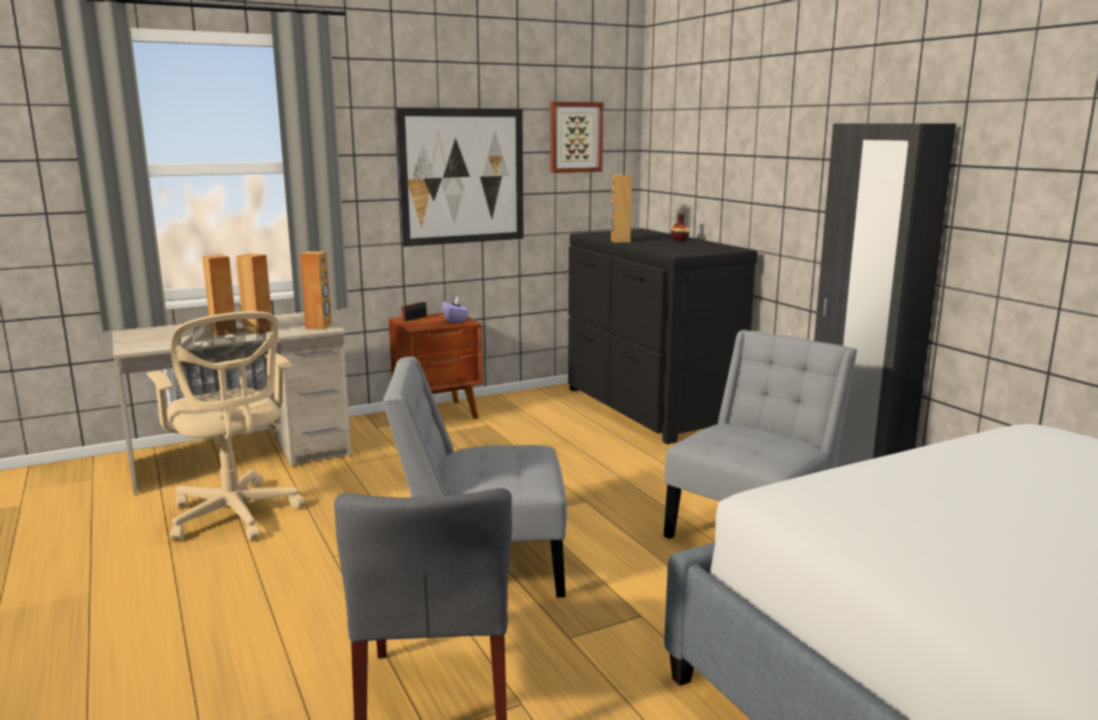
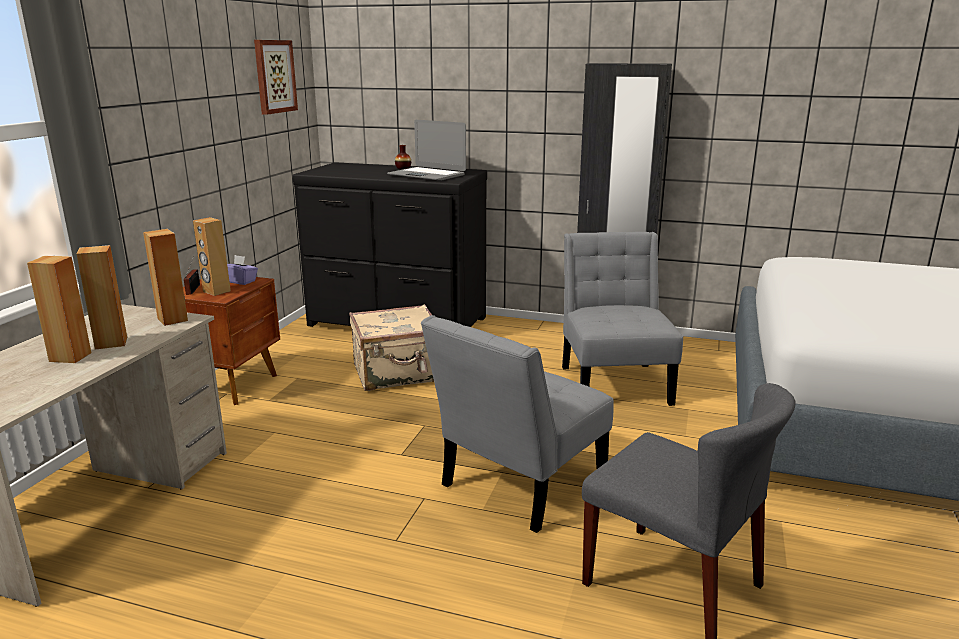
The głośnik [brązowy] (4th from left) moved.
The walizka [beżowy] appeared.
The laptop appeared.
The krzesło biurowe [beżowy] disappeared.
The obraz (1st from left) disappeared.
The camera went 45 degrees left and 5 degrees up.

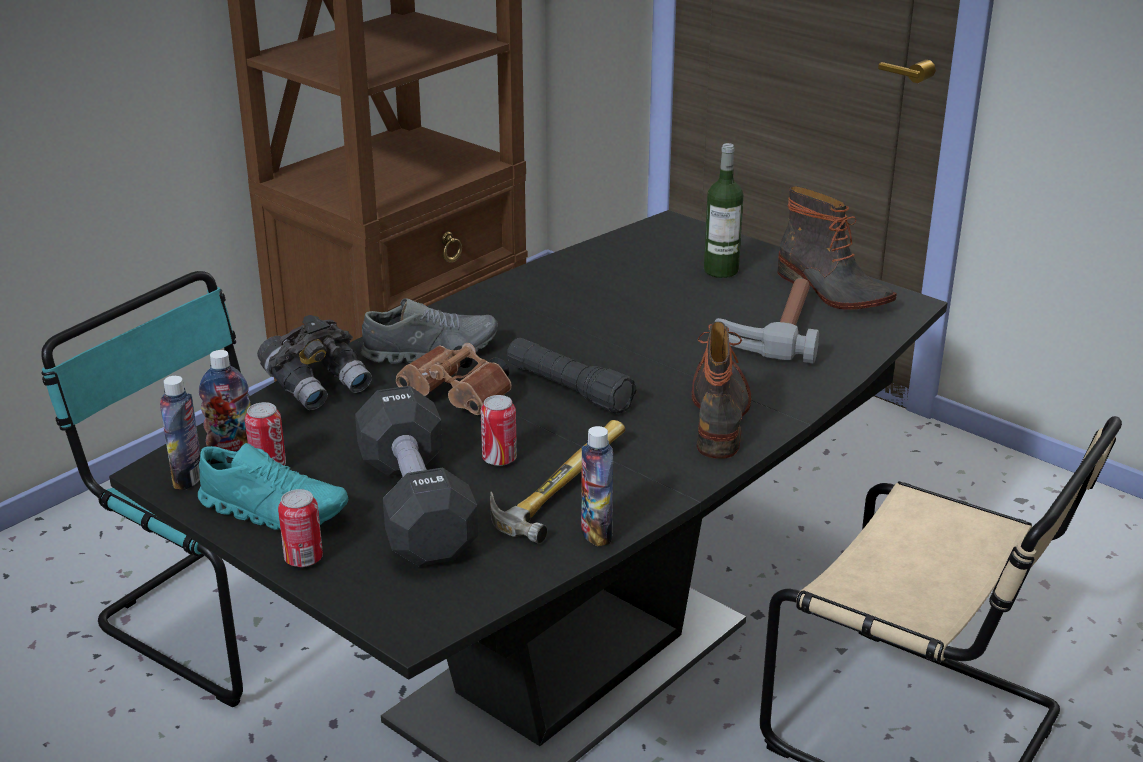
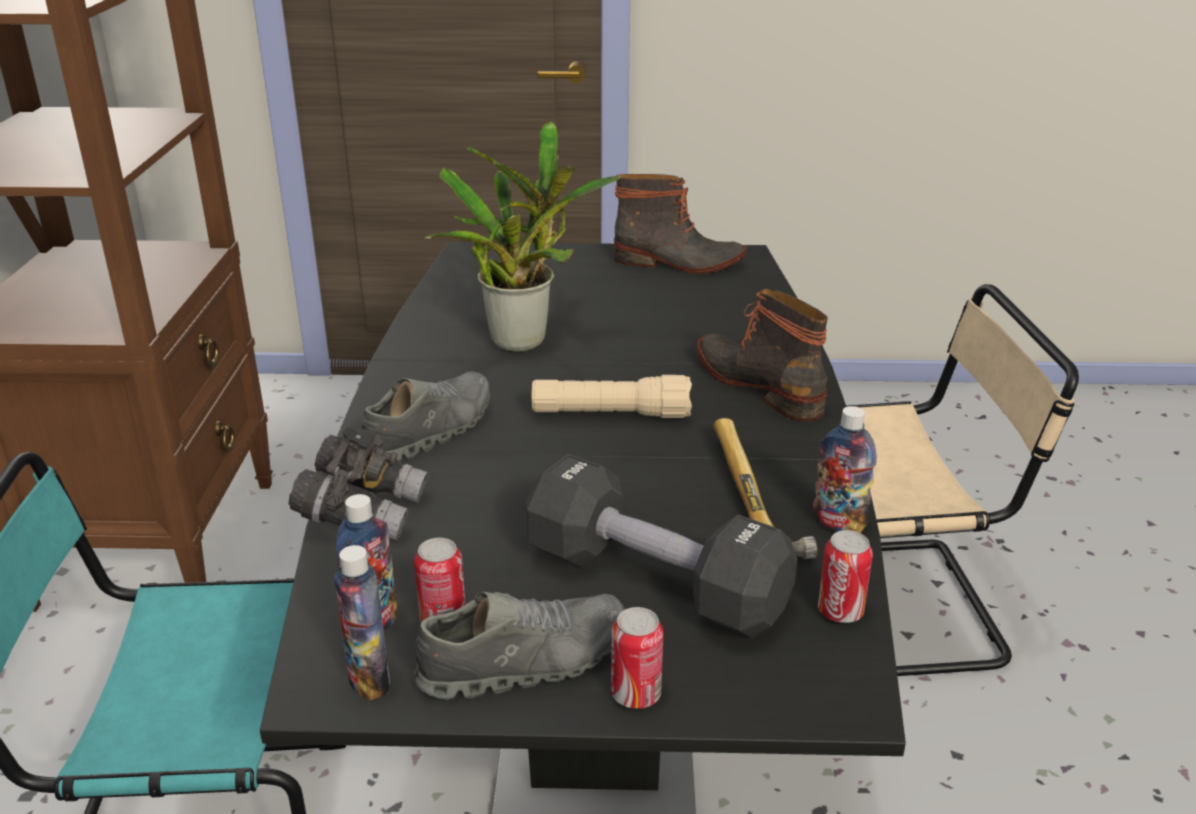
The but [turkusowy] became the but [szary] (2nd from left).
The roślina doniczkowa appeared.
The latarka [czarny] became the latarka [beżowy].
The puszka (3rd from left) moved.
The lornetka [brązowy] disappeared.
The butelka (4th from left) disappeared.
The młotek (2nd from left) disappeared.
The camera went 40 degrees left and 0 degrees up.

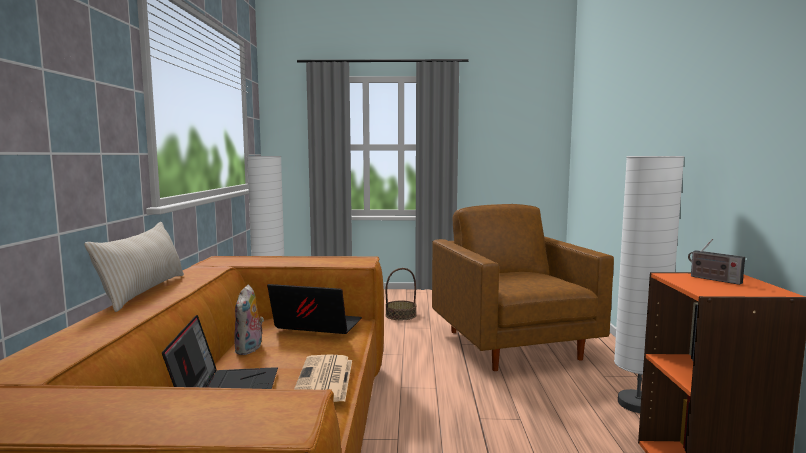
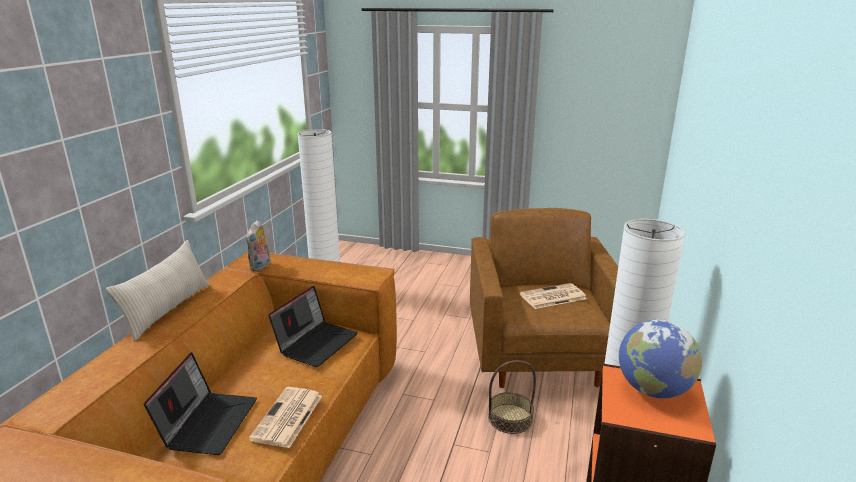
The pluszak moved.
The laptop (2nd from left) turned 90 degrees clockwise.
The koszyk moved.
The gazeta (2nd from left) appeared.
The radio was replaced by the globus.
The camera went 15 degrees right and 15 degrees up.

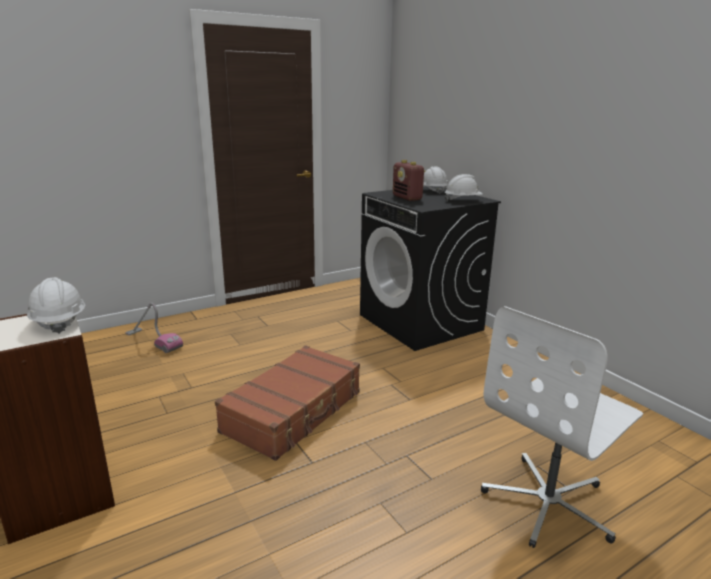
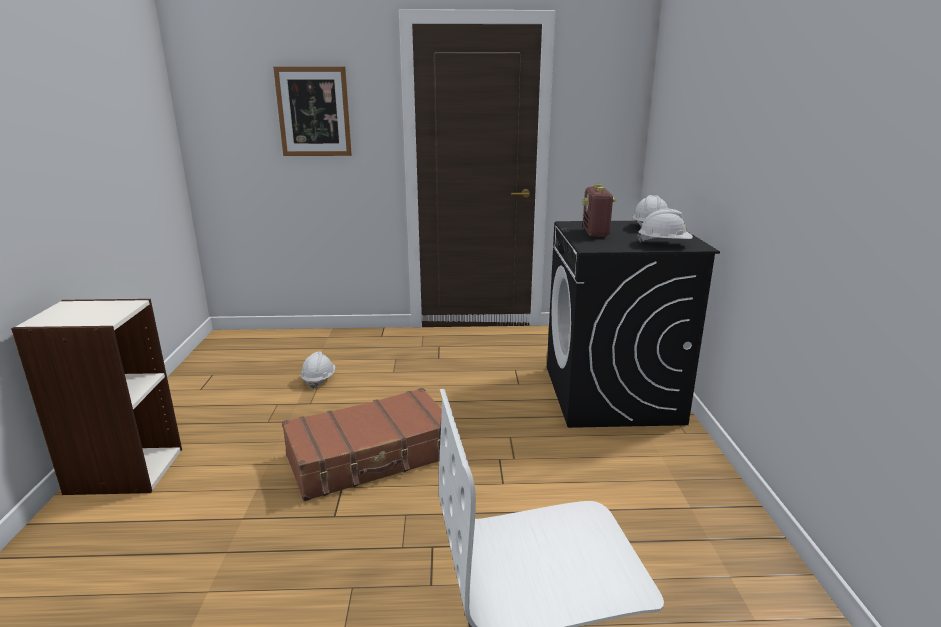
The obraz appeared.
The kask [biały] (1st from left) moved.
The odkurzacz disappeared.
The camera went 30 degrees right and 0 degrees up.

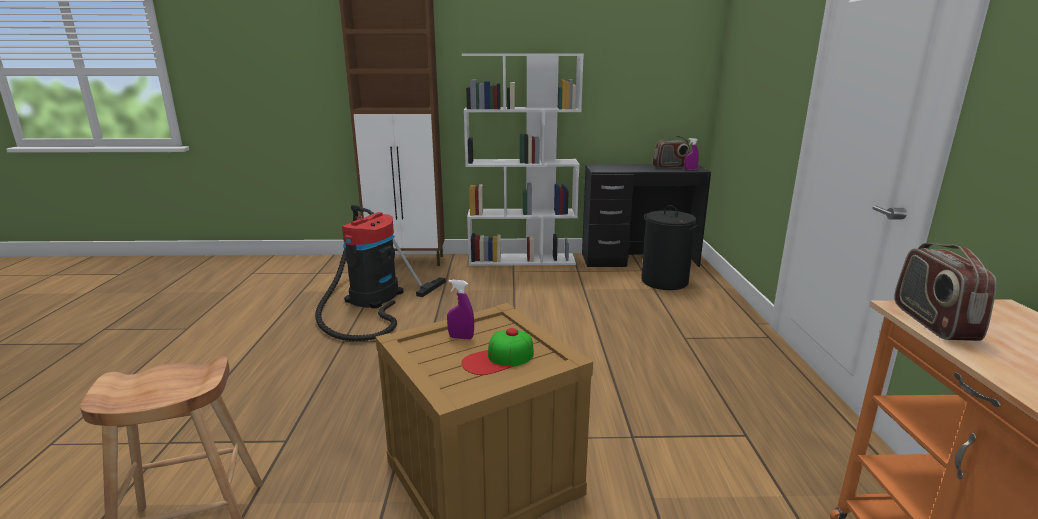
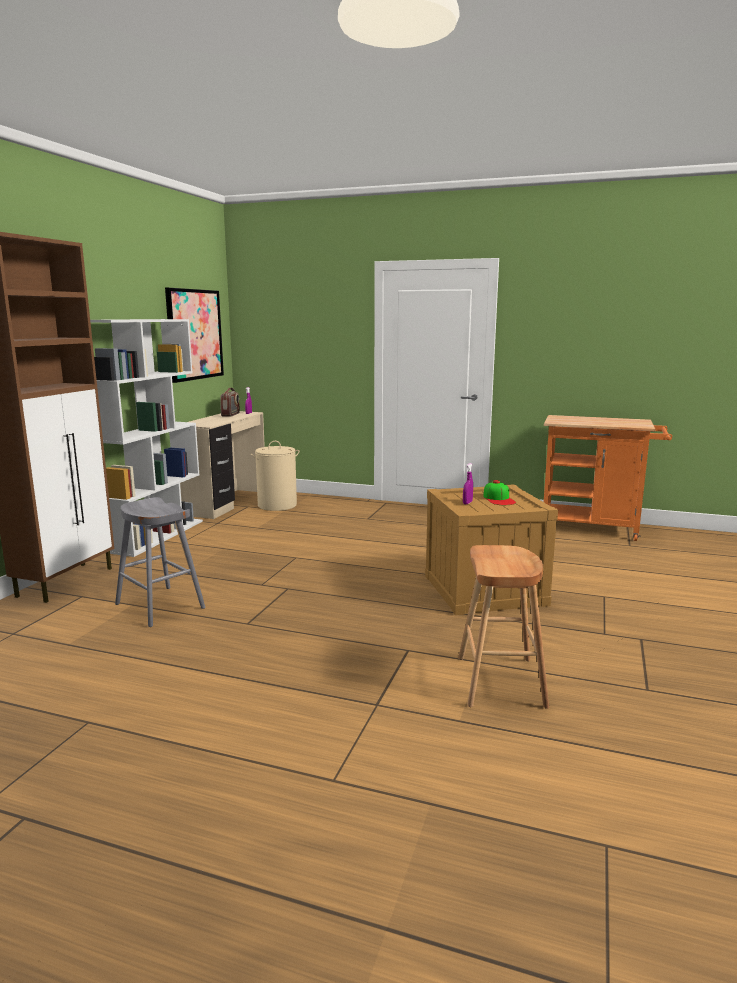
The odkurzacz was replaced by the stołek [szary].
The obraz appeared.
The biurko [czarny] became the biurko [beżowy].
The kosz na pranie [czarny] became the kosz na pranie [beżowy].
The radio (2nd from left) disappeared.
The camera went 70 degrees left and 5 degrees down.

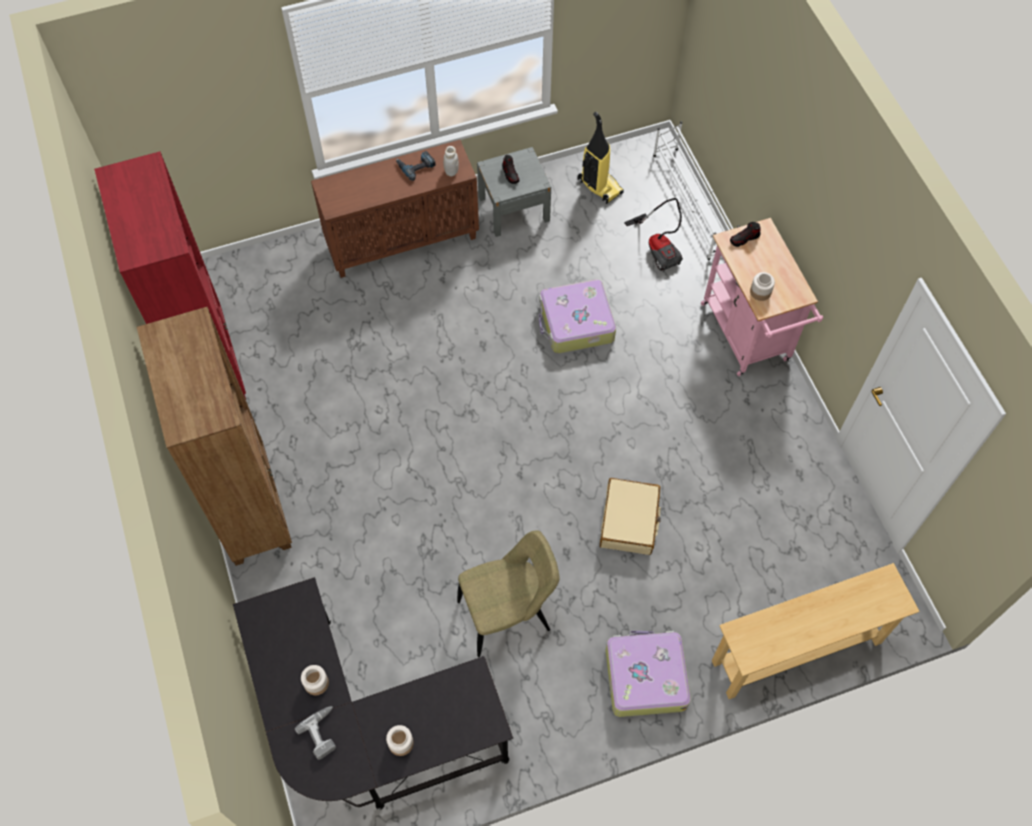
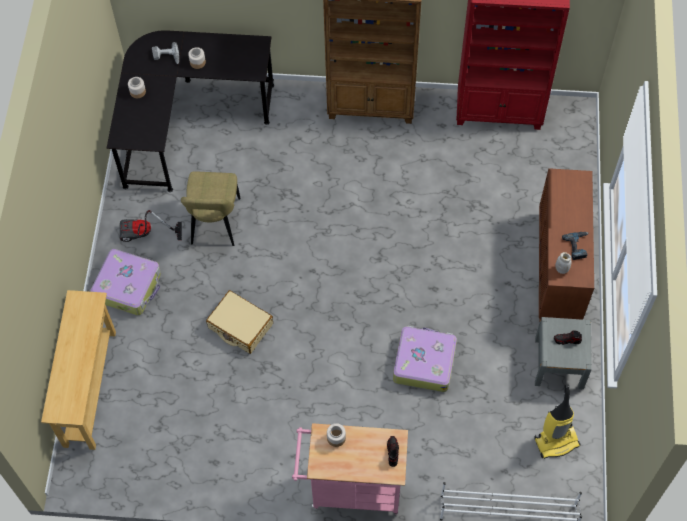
The odkurzacz (2nd from left in the first image) moved.
The camera went 115 degrees right and 0 degrees up.

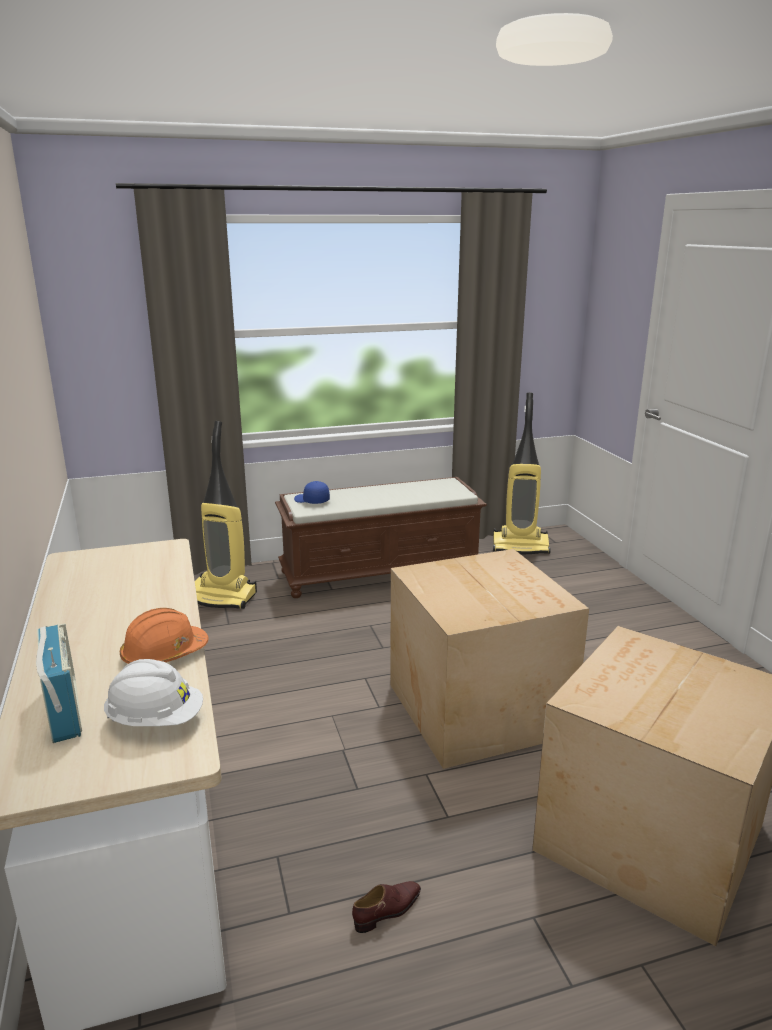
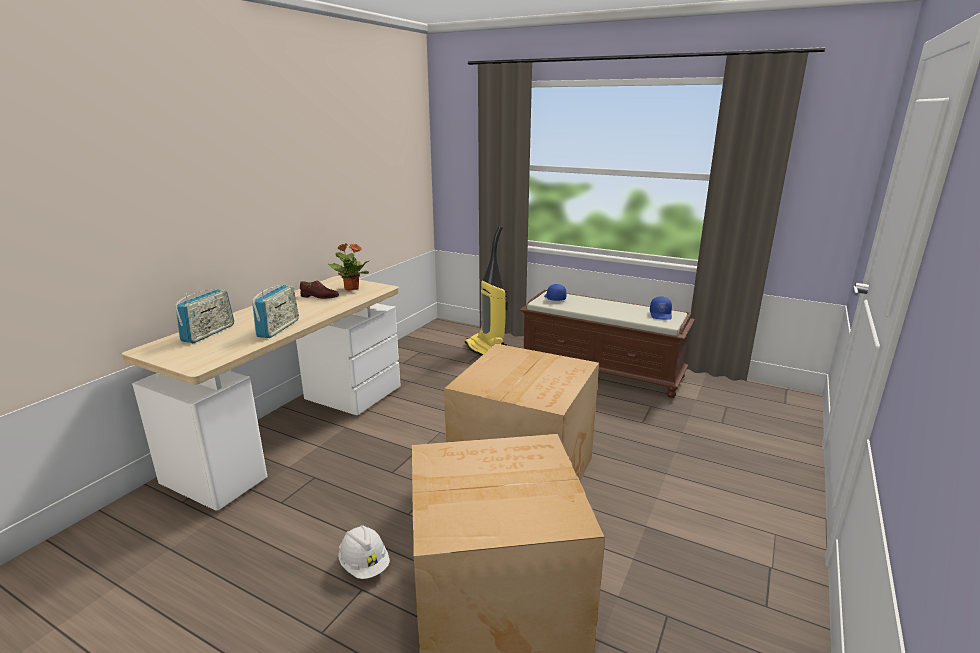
The kask [pomarańczowy] was replaced by the radio (2nd from left).
The but [brązowy] moved.
The roślina doniczkowa appeared.
The kask [biały] moved.
The czapka z daszkiem [niebieski] (2nd from left) appeared.
The odkurzacz (2nd from left) disappeared.
The camera went 45 degrees right and 0 degrees up.

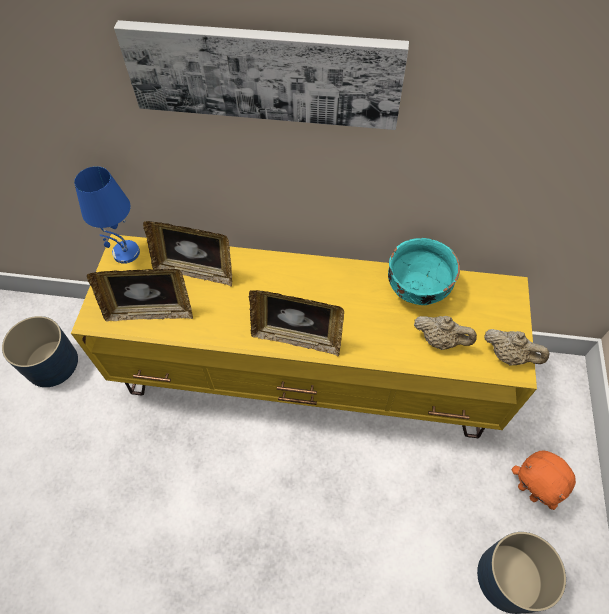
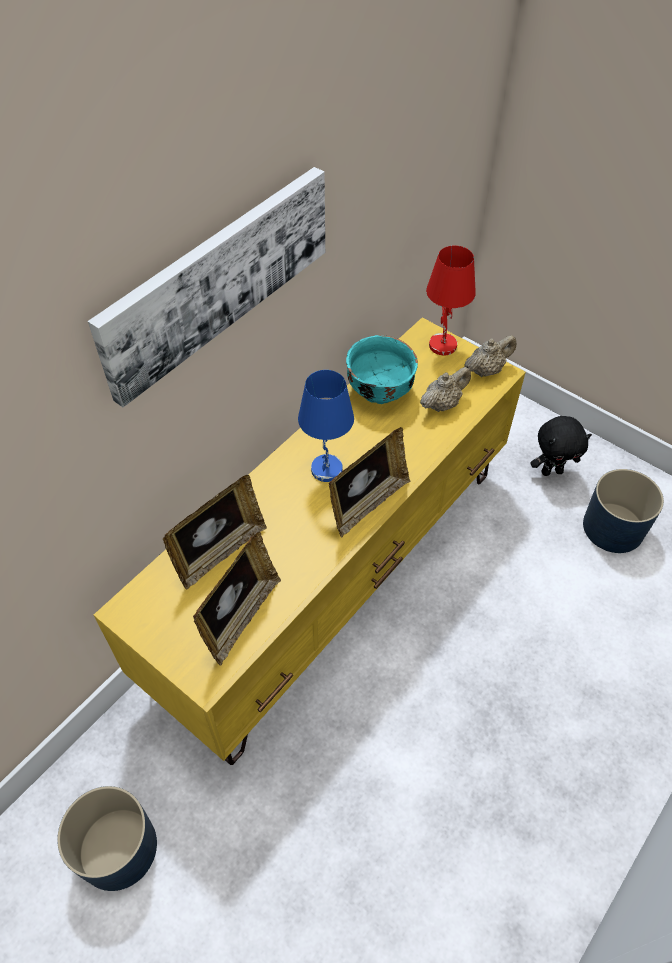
The lampa stołowa [niebieski] moved.
The lampa stołowa [czerwony] appeared.
The pluszak [pomarańczowy] became the pluszak [czarny].
The camera went 60 degrees left and 5 degrees down.

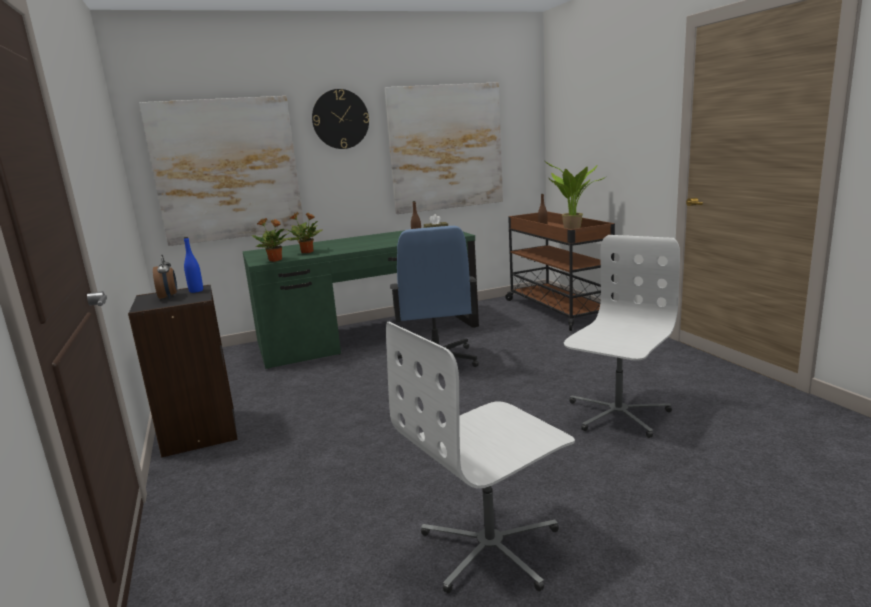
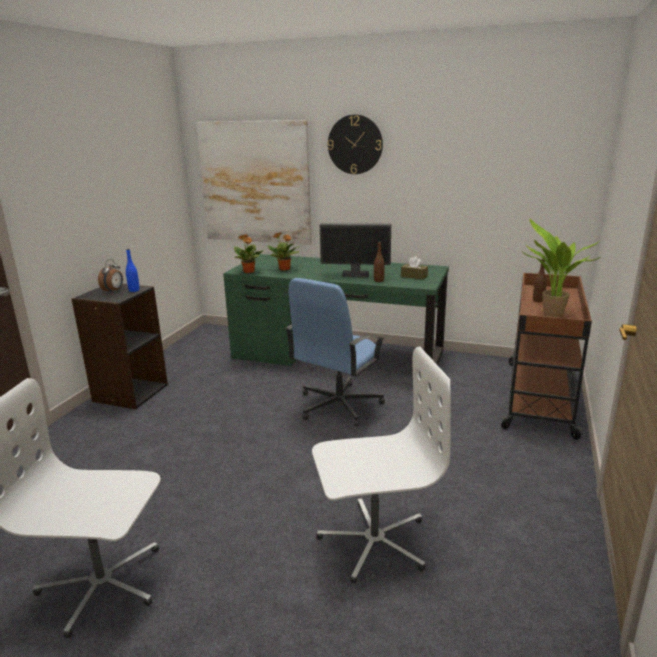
The monitor appeared.
The obraz (2nd from left) disappeared.
The camera went 40 degrees right and 5 degrees up.

